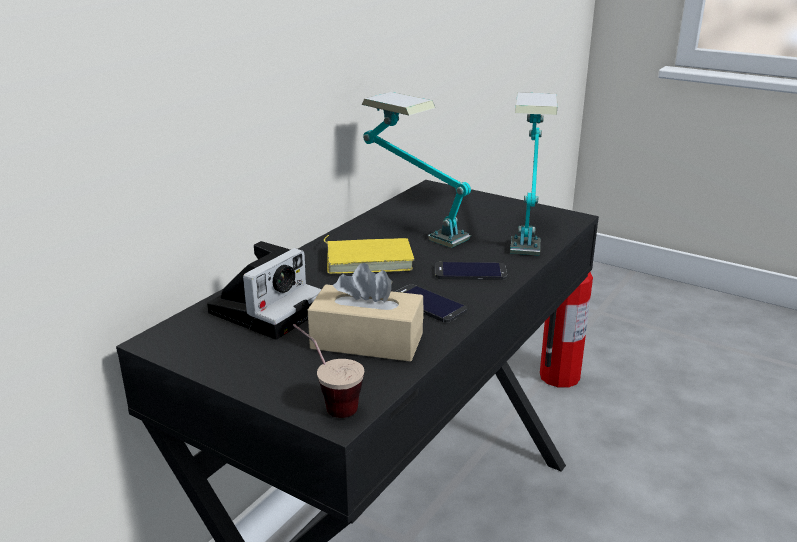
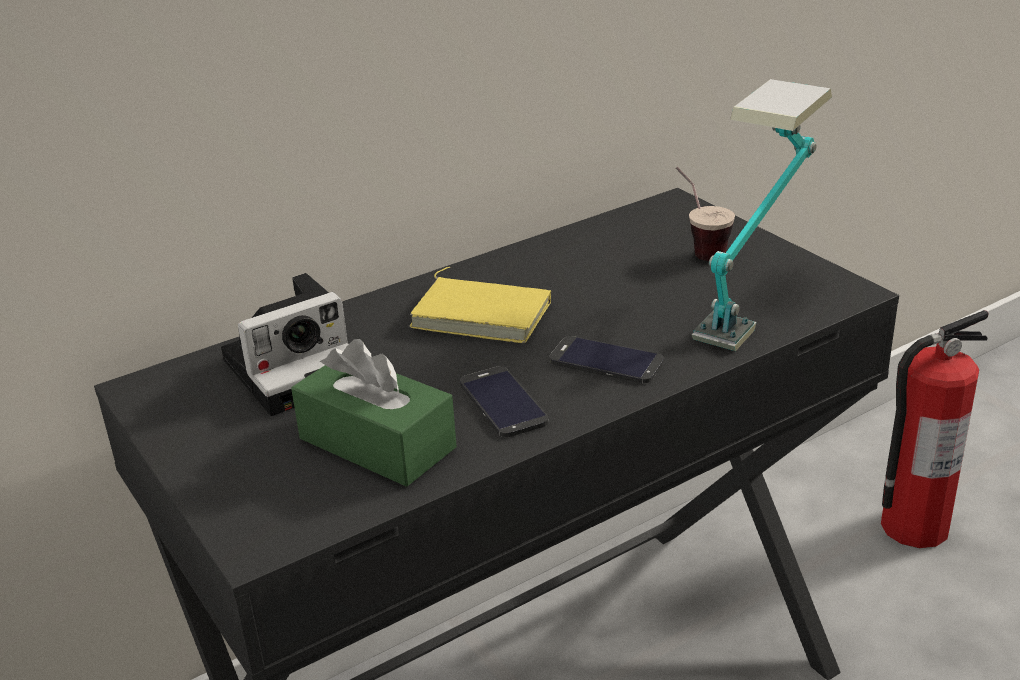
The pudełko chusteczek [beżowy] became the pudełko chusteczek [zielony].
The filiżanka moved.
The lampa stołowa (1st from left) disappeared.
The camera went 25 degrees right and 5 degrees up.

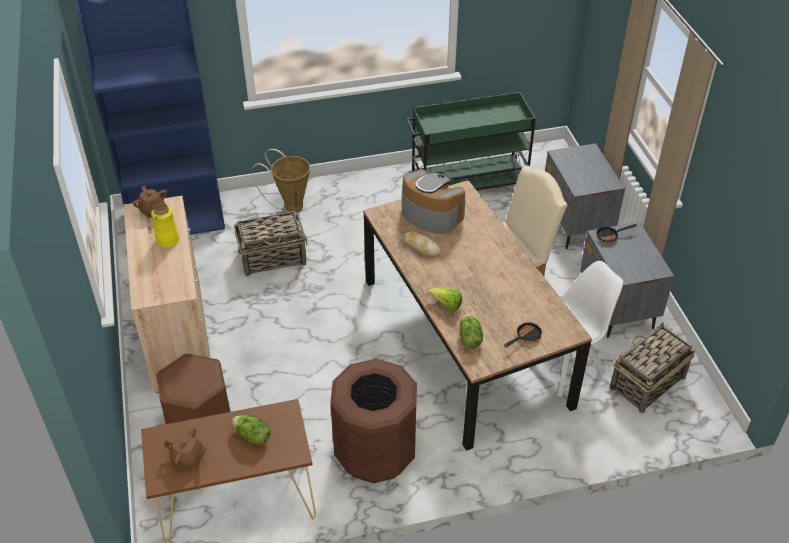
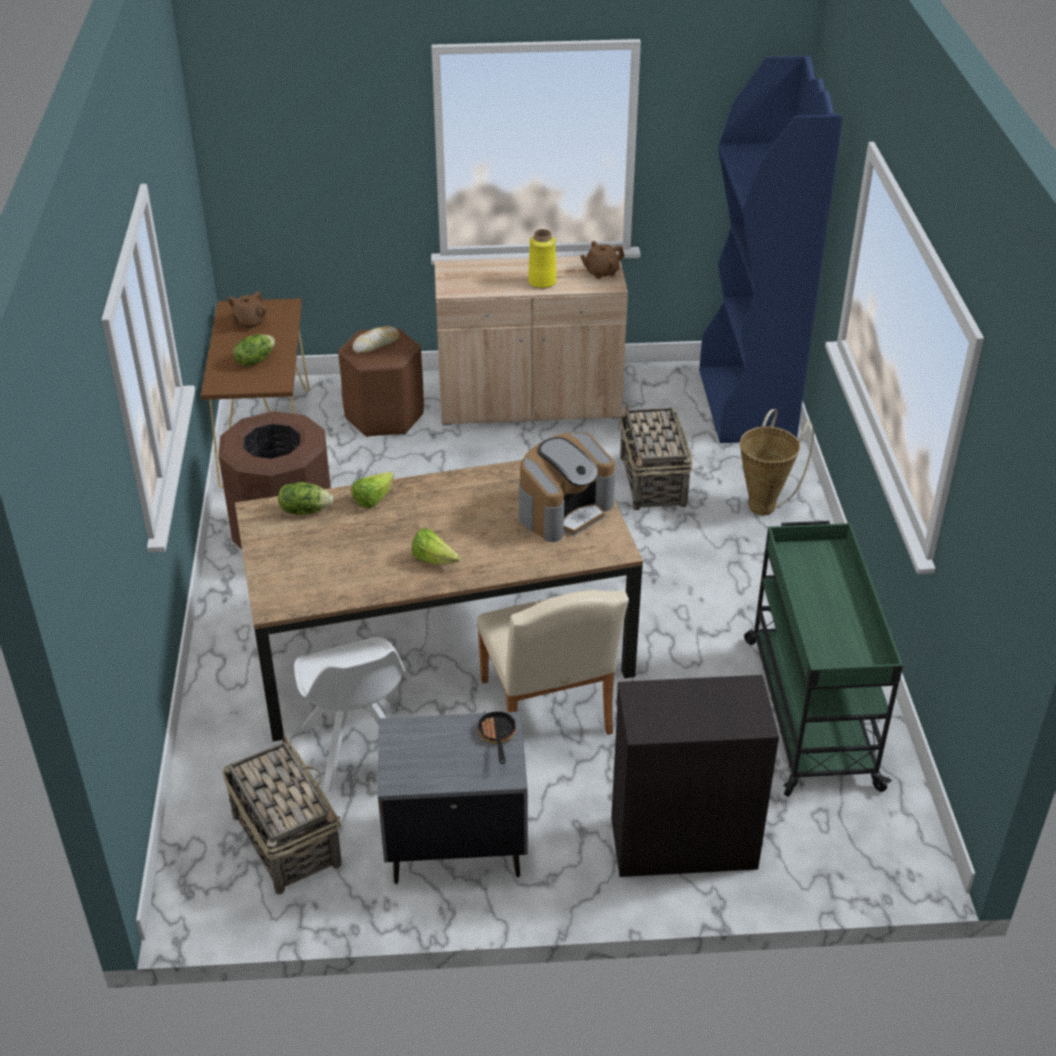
The chleb moved.
The sałata (4th from left) appeared.
The szafka nocna [szary] (1st from left) was replaced by the szafka [czarny].
The patelnia (1st from left) disappeared.
The camera went 100 degrees right and 5 degrees down.

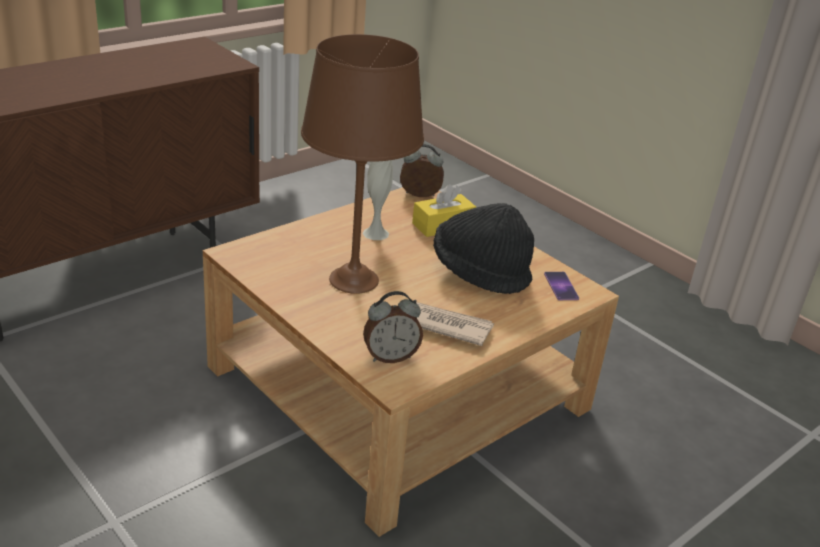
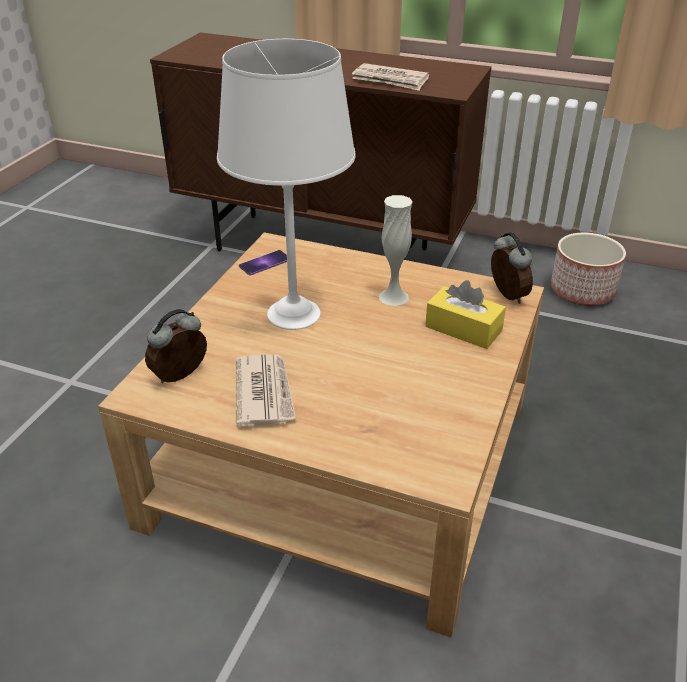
The budzik (1st from left) turned 90 degrees clockwise.
The lampa stołowa [brązowy] became the lampa stołowa [biały].
The telefon moved.
The gazeta (2nd from left) appeared.
The donica appeared.
The kapelusz [czarny] disappeared.
The camera went 65 degrees right and 5 degrees up.

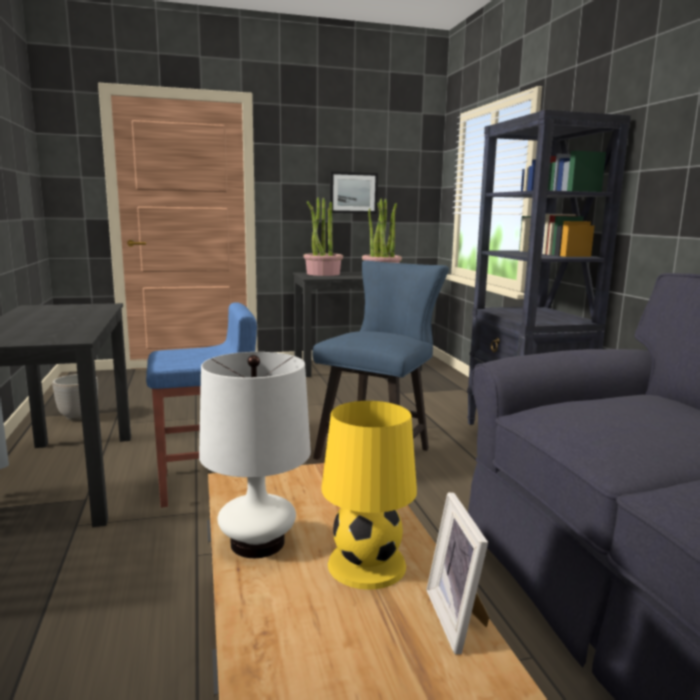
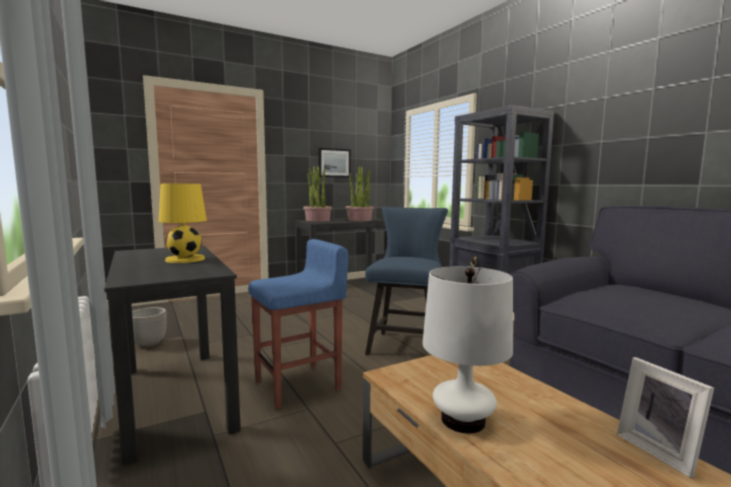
The lampa stołowa [żółty] moved.
The camera went 15 degrees left and 5 degrees down.

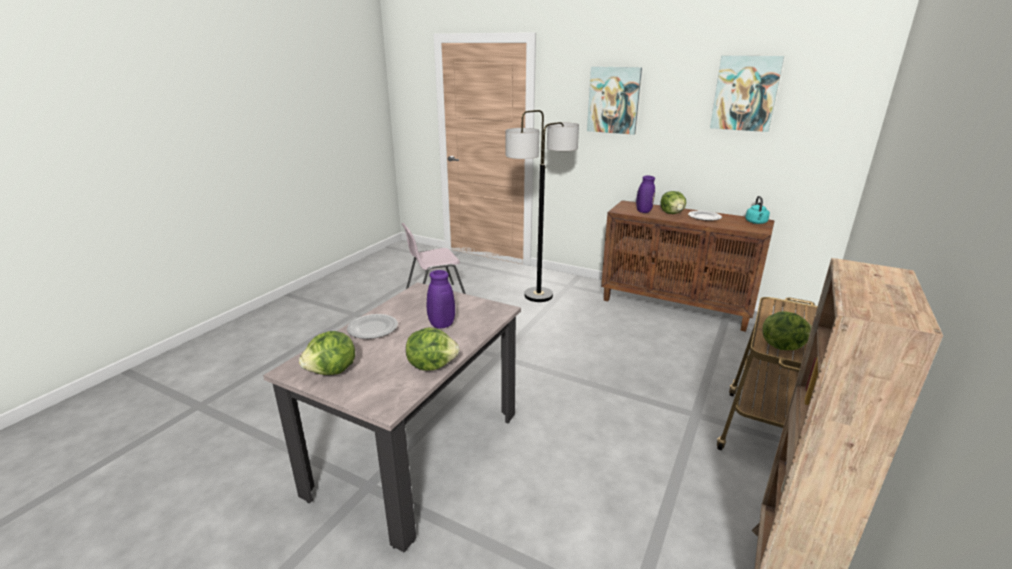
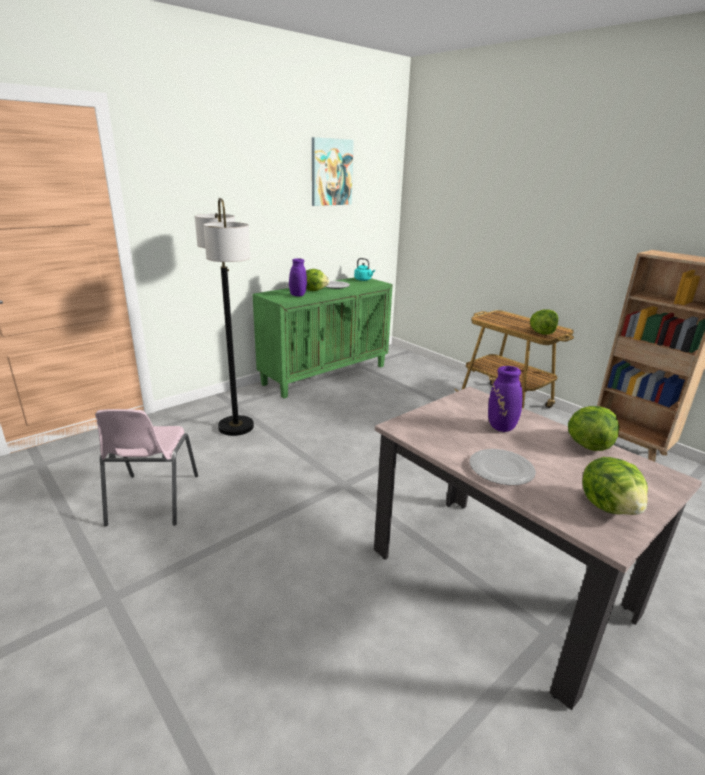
The szafka [brązowy] became the szafka [zielony].
The obraz (1st from left) disappeared.
The camera went 70 degrees left and 0 degrees up.

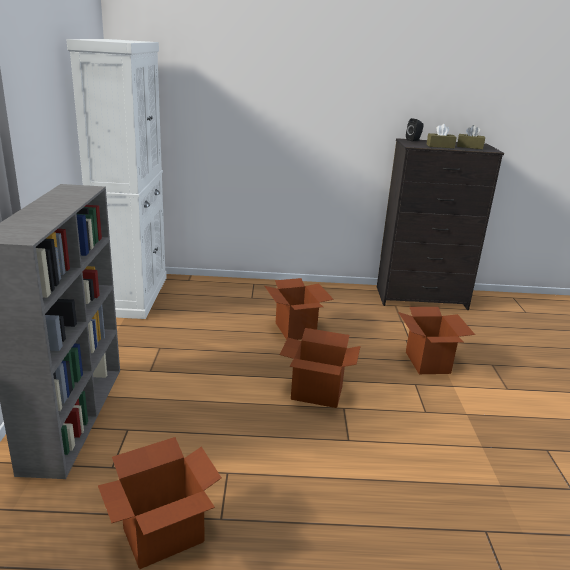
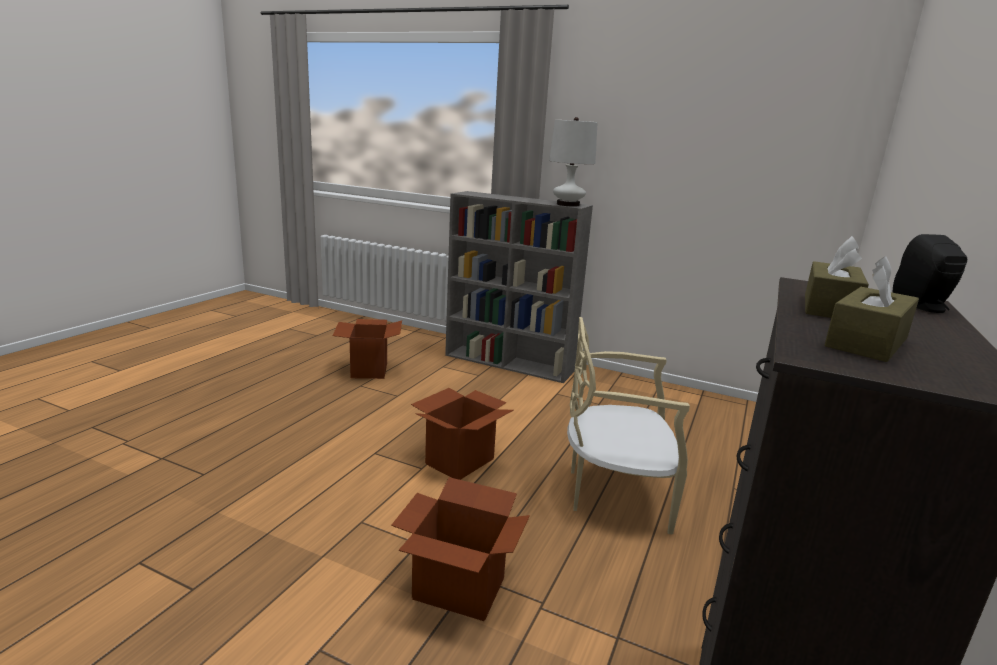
The lampa stołowa [biały] appeared.
The karton (2nd from left) was replaced by the krzesło [beżowy].
The szafka [biały] disappeared.
The camera went 115 degrees right and 5 degrees down.

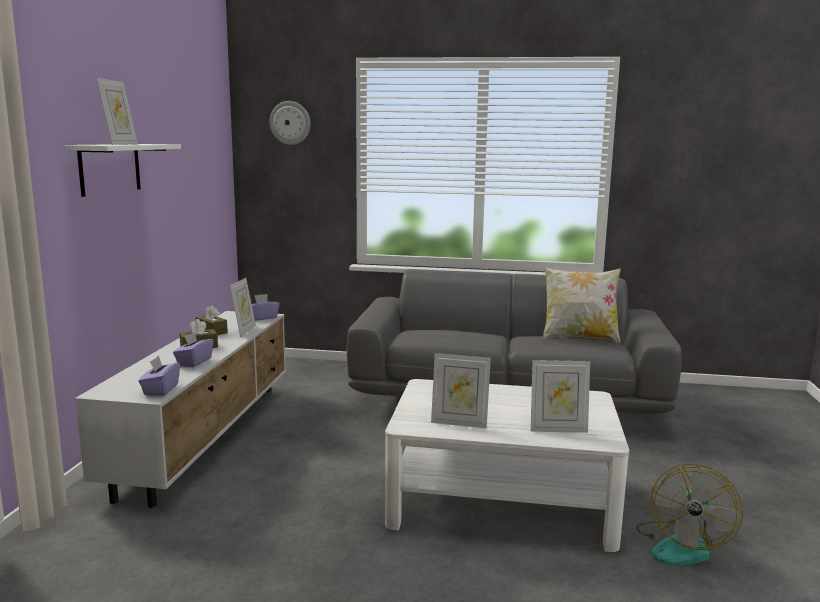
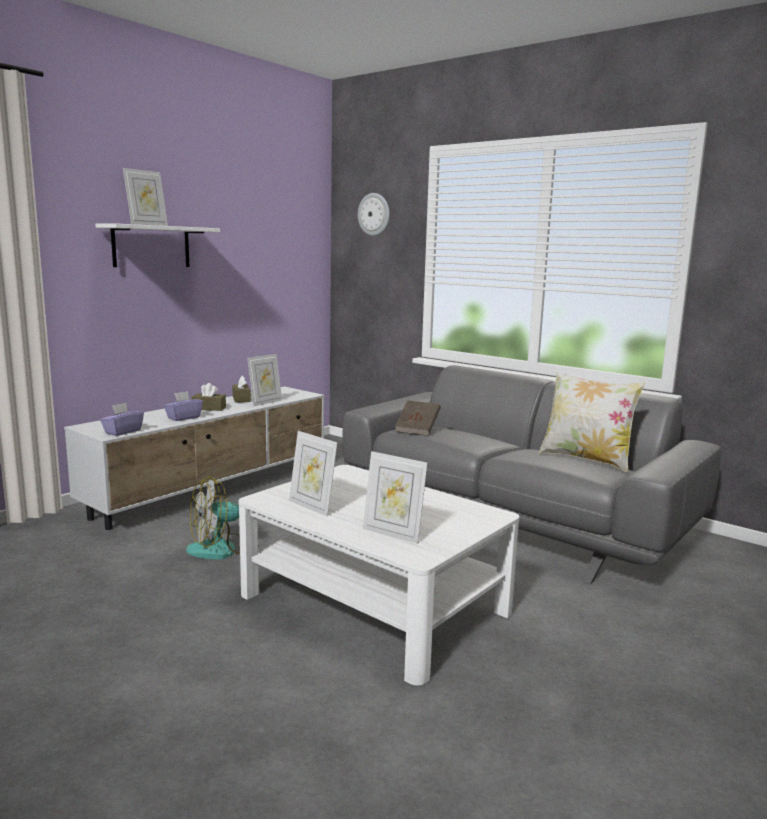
The wentylator moved.
The książka [brązowy] appeared.
The pudełko chusteczek [fioletowy] (3rd from left) disappeared.
The camera went 30 degrees right and 0 degrees up.

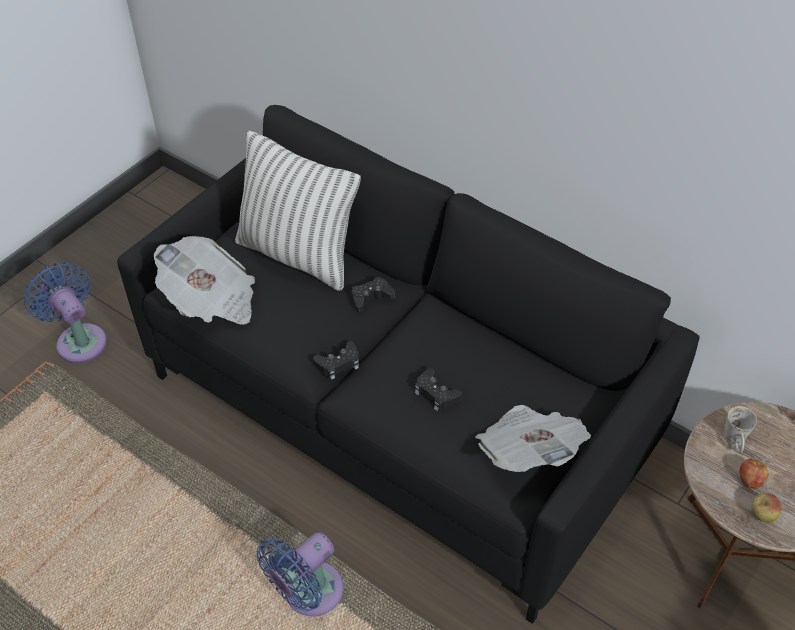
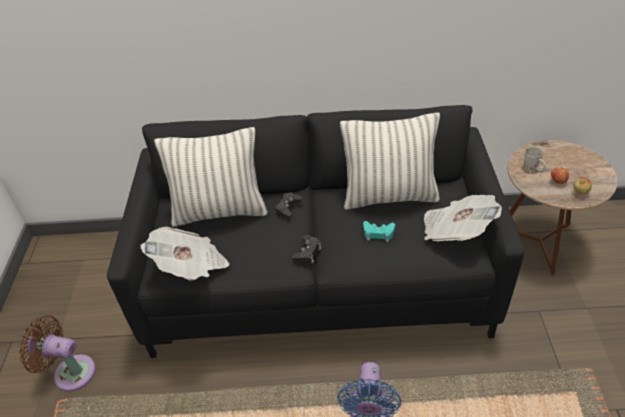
The wentylator [niebieski] (1st from left) became the wentylator [brązowy].
The poduszka (2nd from left) appeared.
The pad do gier [czarny] (3rd from left) became the pad do gier [turkusowy].
The camera went 35 degrees left and 5 degrees down.

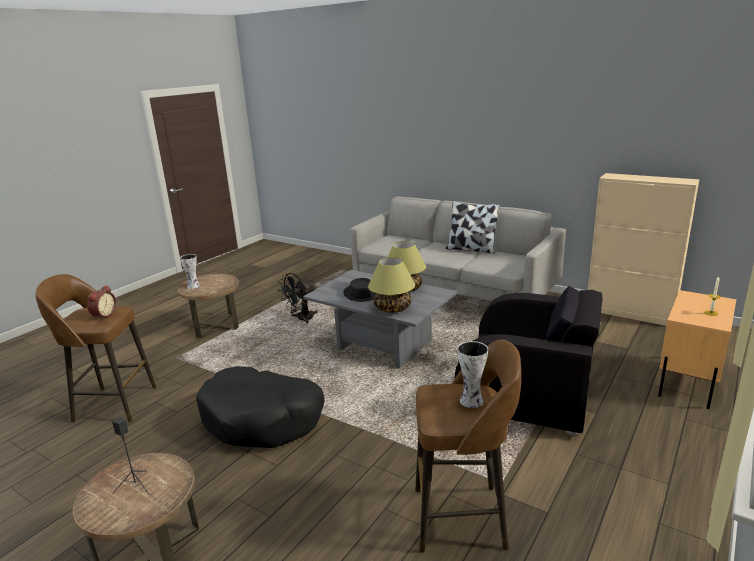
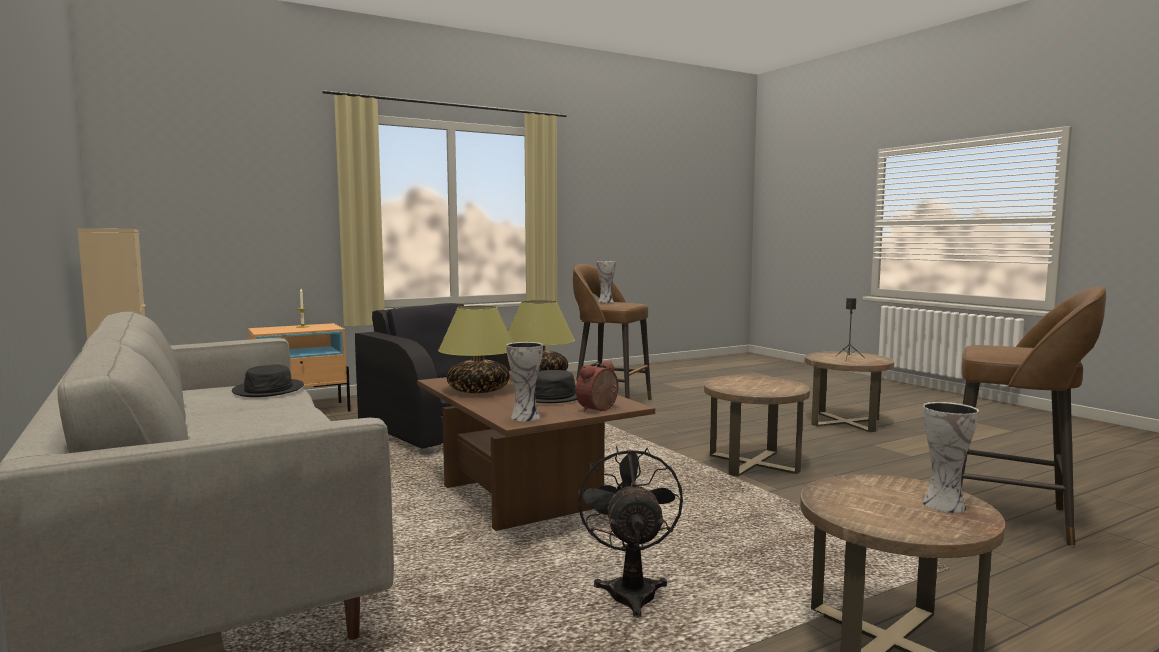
The kapelusz [czarny] (1st from left) appeared.
The ława [szary] became the ława [brązowy].
The wazon (1st from left) appeared.
The budzik moved.
The wentylator [czarny] turned 75 degrees counterclockwise.
The legowisko [czarny] was replaced by the stolik [brązowy] (1st from left).
The poduszka disappeared.
The camera went 155 degrees left and 15 degrees down.

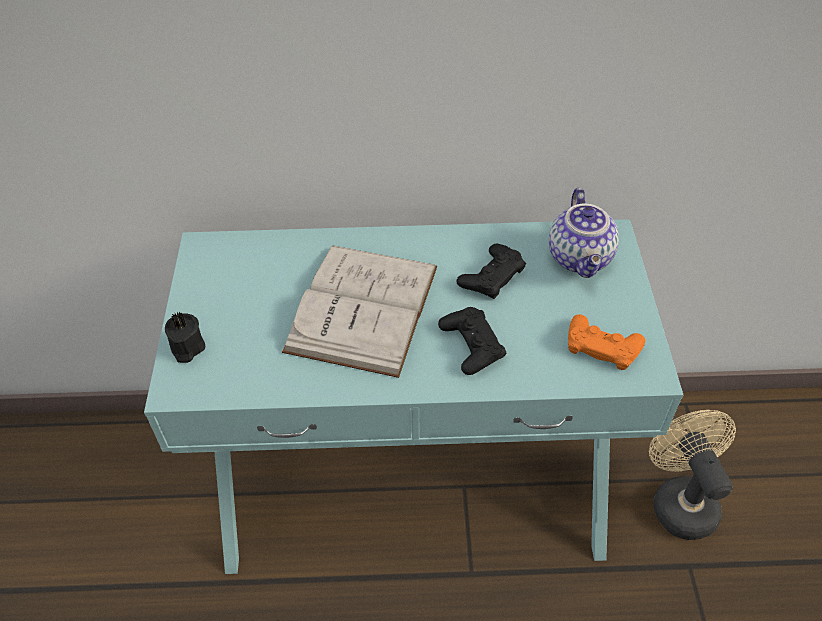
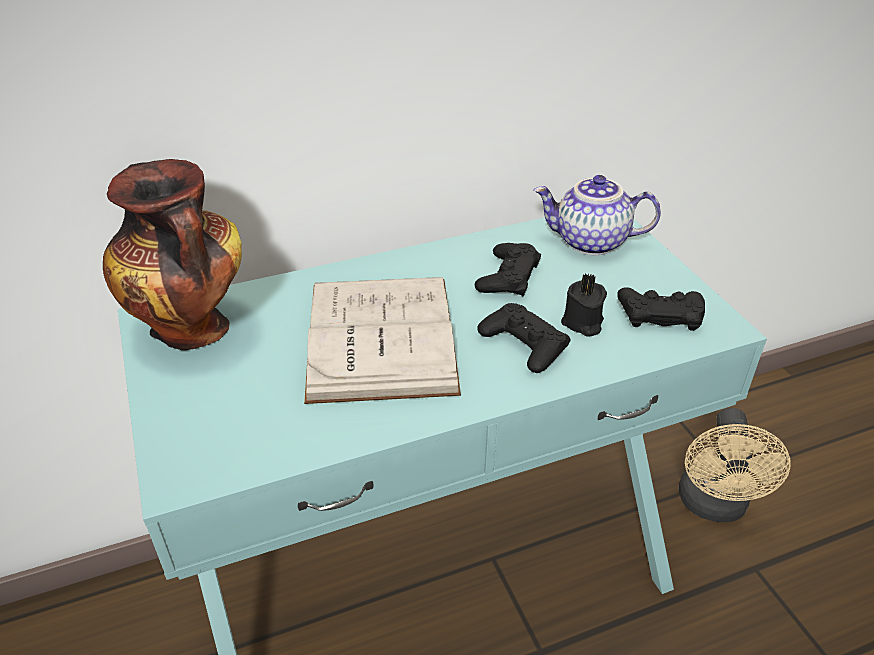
The wazon appeared.
The imbryk turned 120 degrees clockwise.
The świeca [czarny] moved.
The pad do gier [pomarańczowy] became the pad do gier [czarny] (3rd from left).
The wentylator [beżowy] turned 135 degrees counterclockwise.
The camera went 20 degrees left and 10 degrees down.

